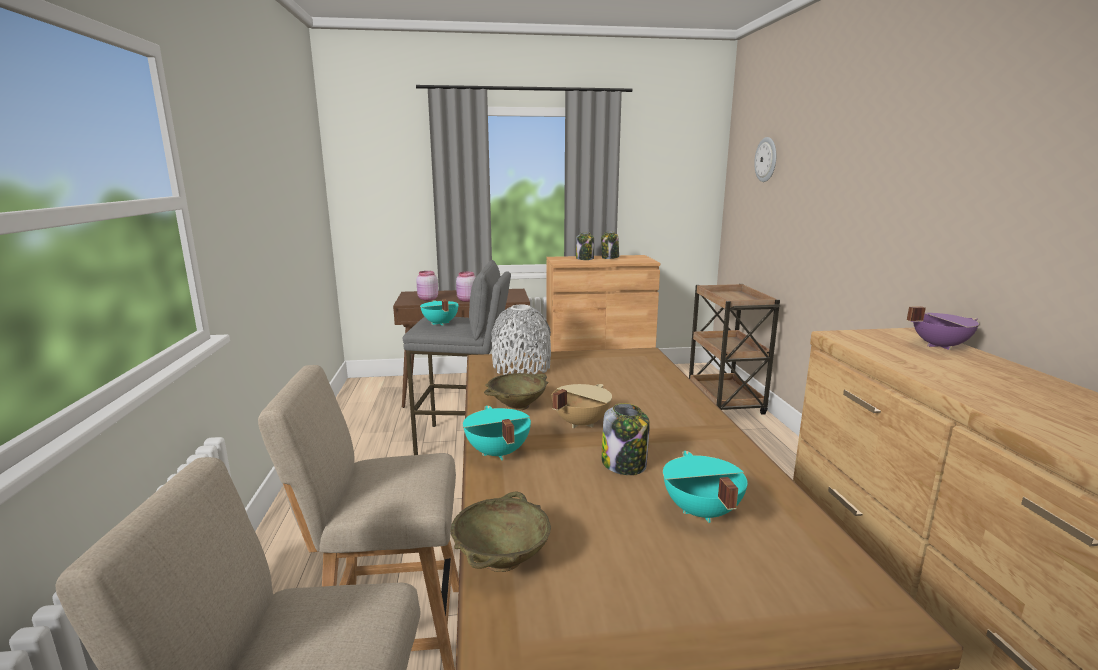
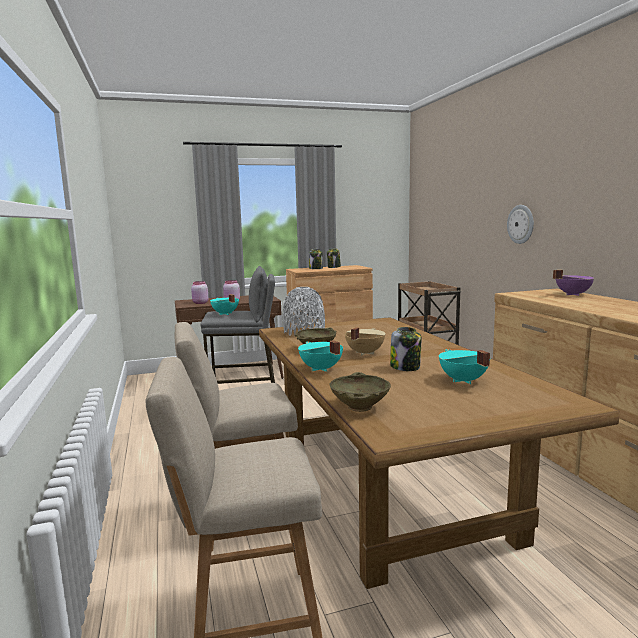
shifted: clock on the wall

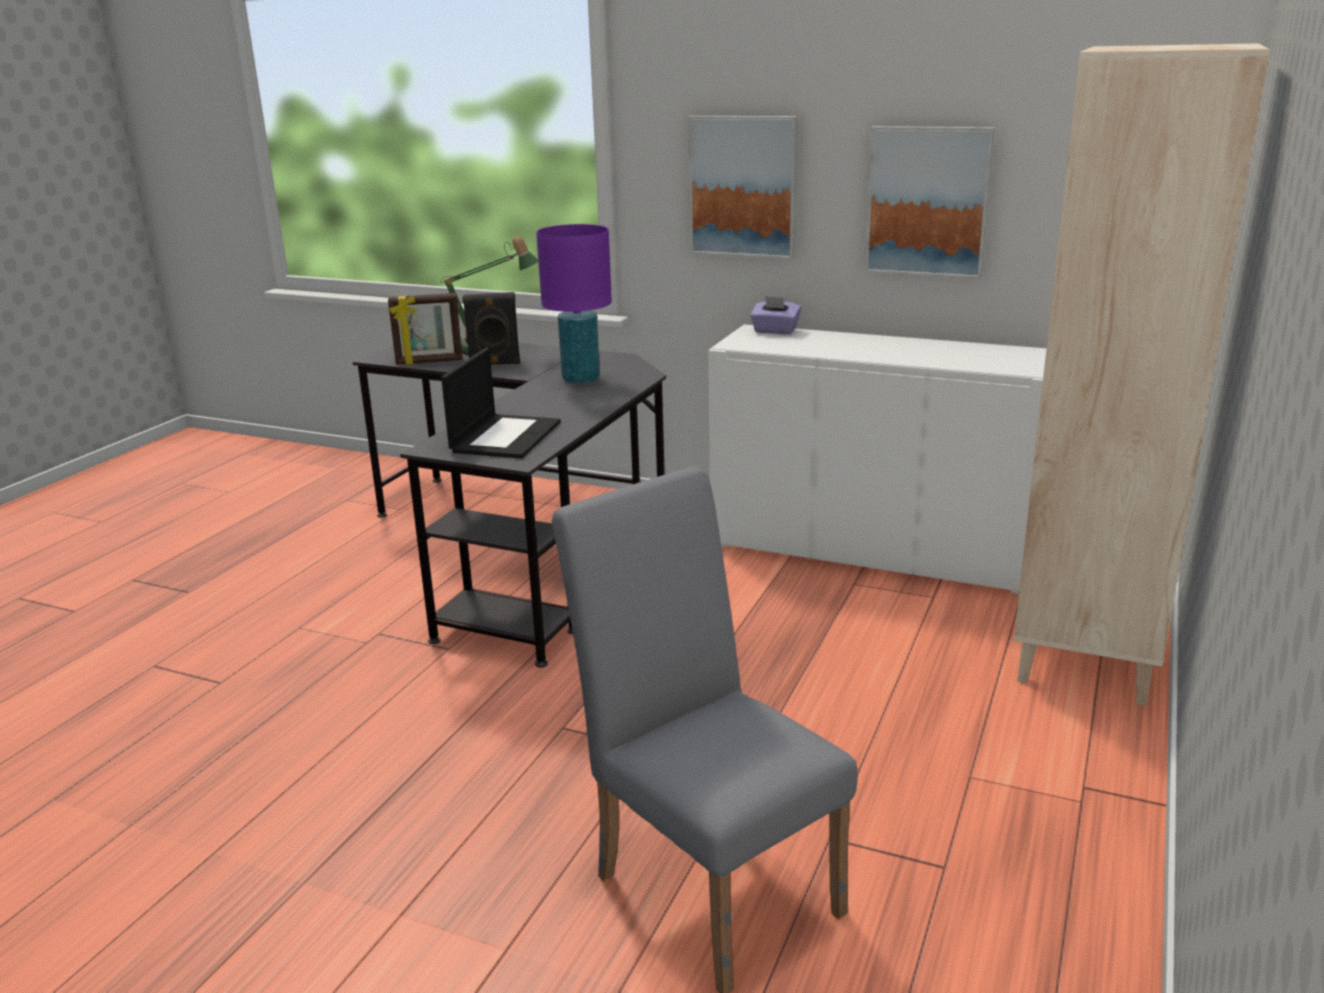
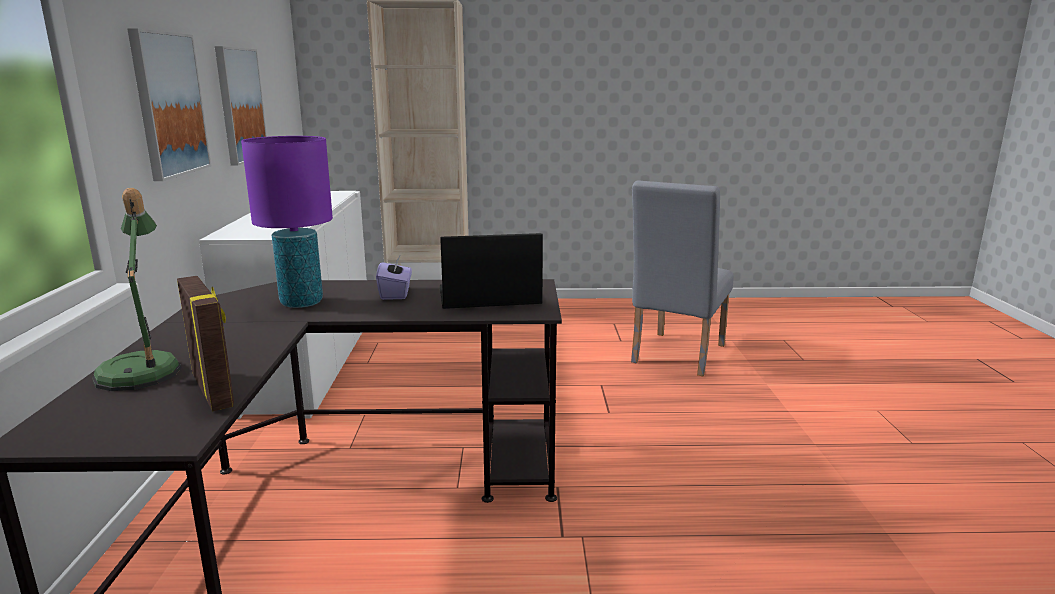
gone: audio speaker in black-coloured
shifted: tissue box in purple-coloured

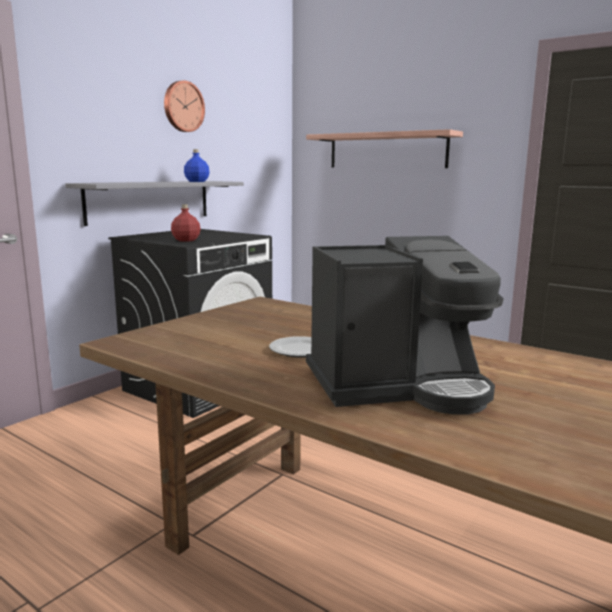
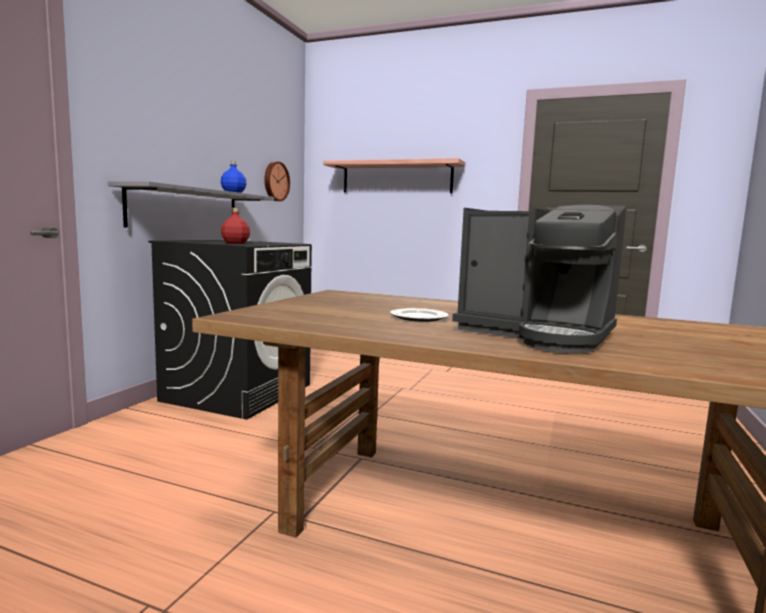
shifted: clock on the wall
rotated: coffee maker 60 degrees clockwise

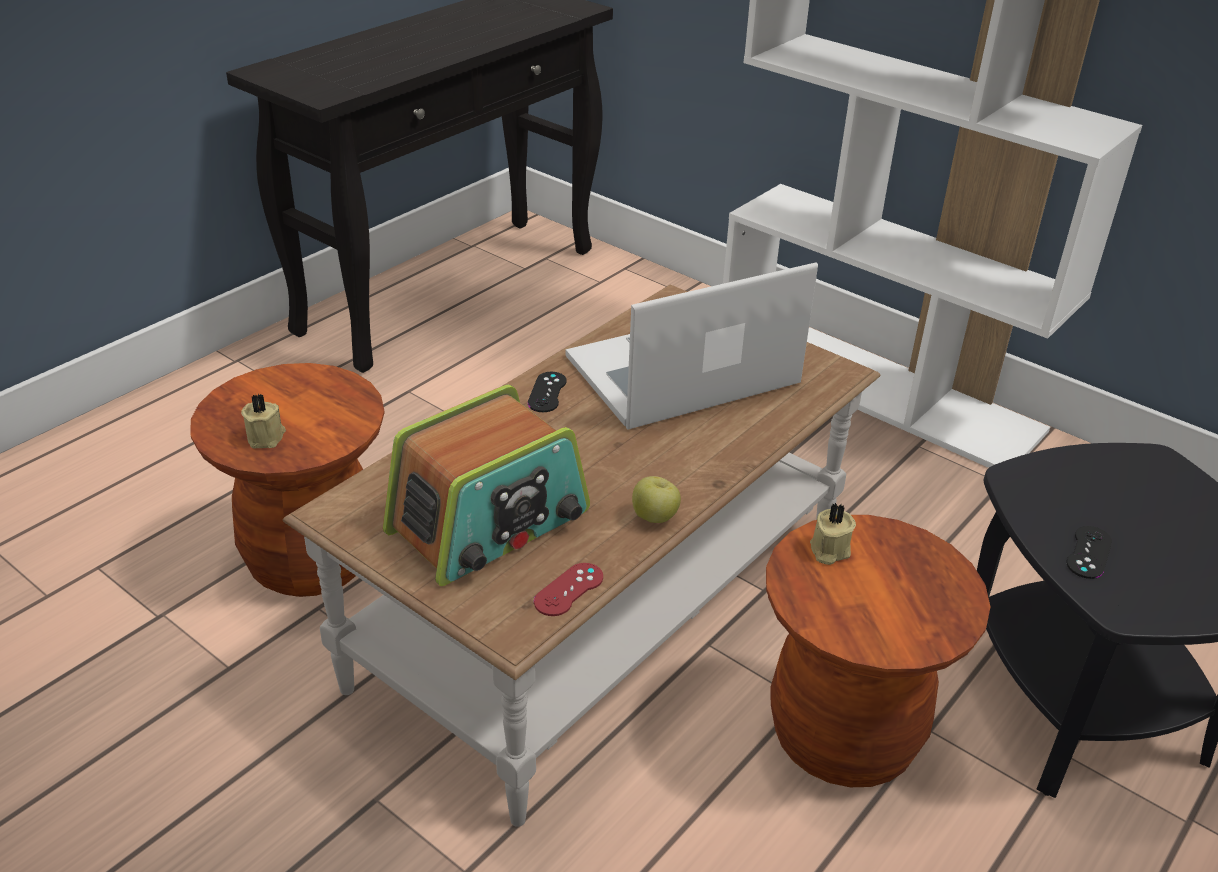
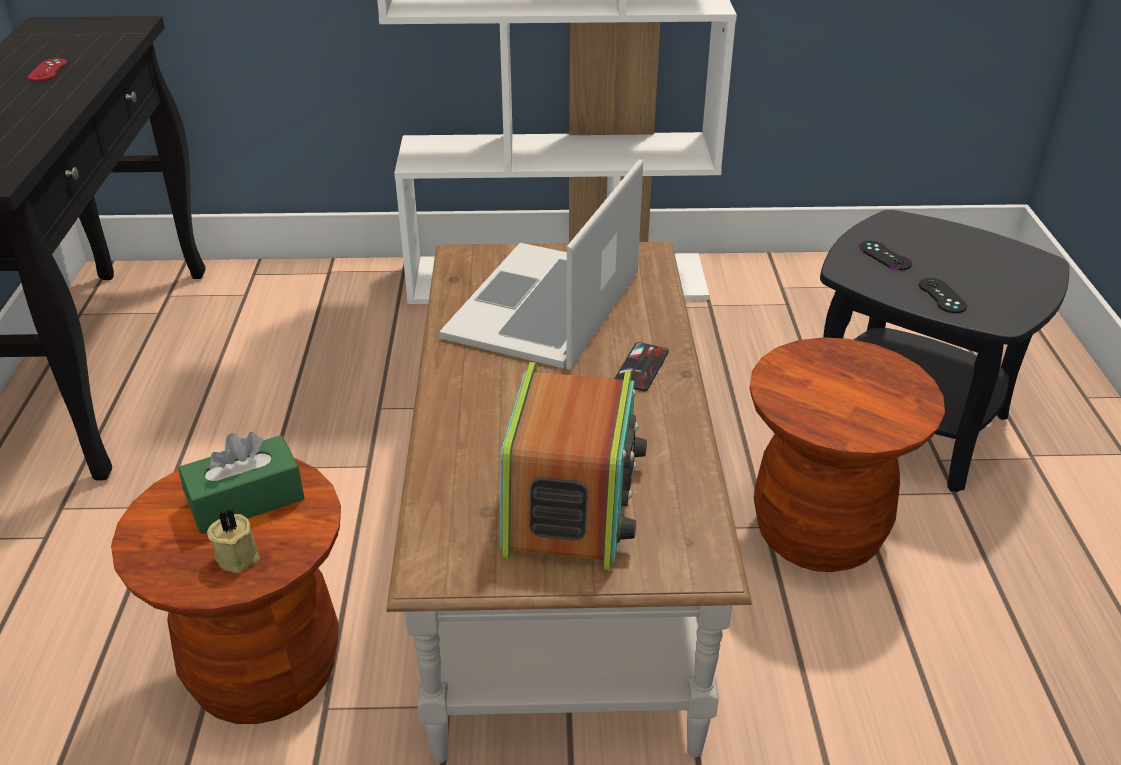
gone: apple fruit; wax light in sand-coloured (no. 2 from left)
new: tissue box in green; telephone
shifted: joypad in black-coloured (no. 1 from left); joypad in red-coloured

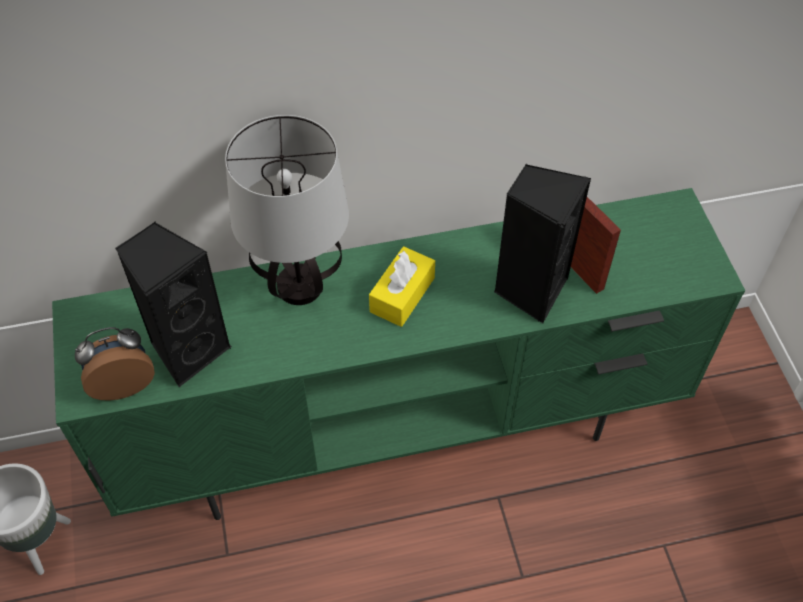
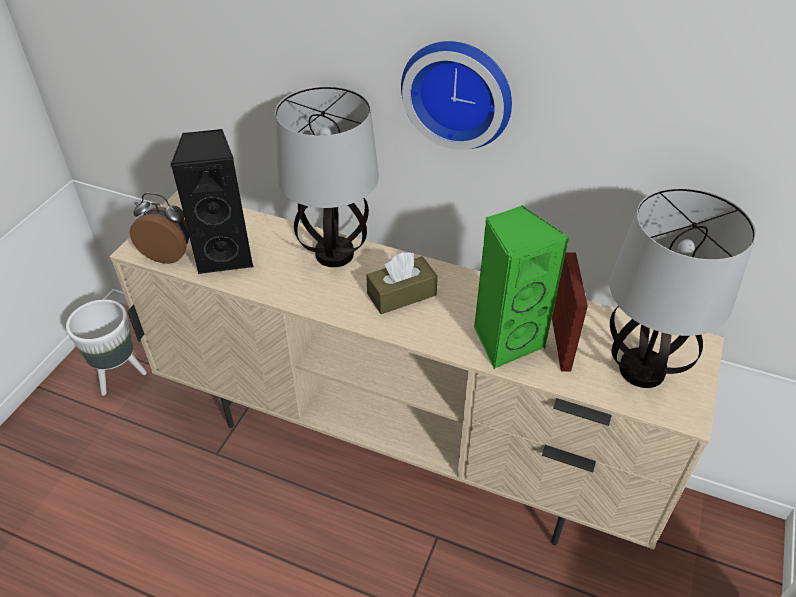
new: clock on the wall; tabletop lamp (no. 2 from left)
repainted: tv stand in green to tv stand in sand-coloured; tissue box in yellow-coloured to tissue box in brown; audio speaker in black-coloured (no. 2 from left) to audio speaker in green

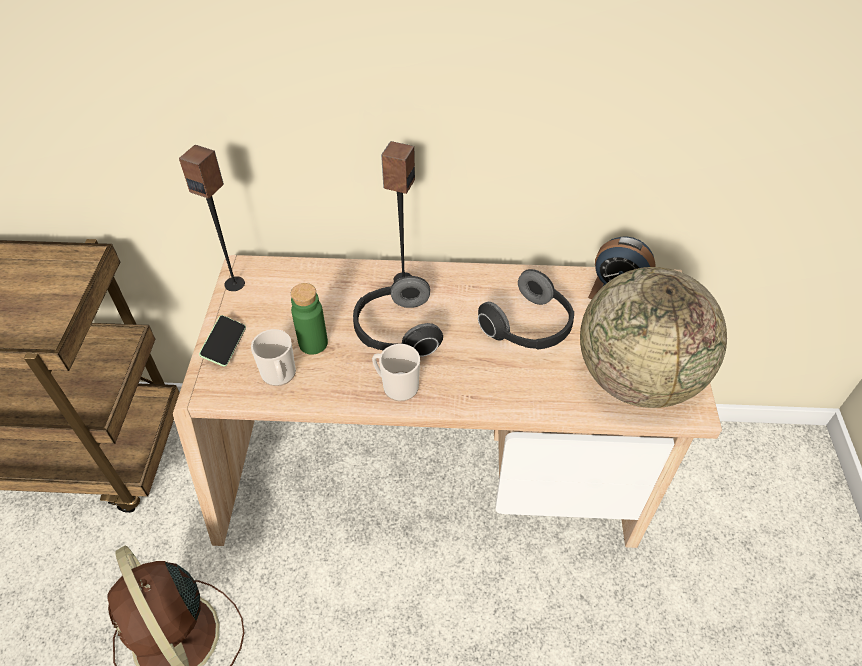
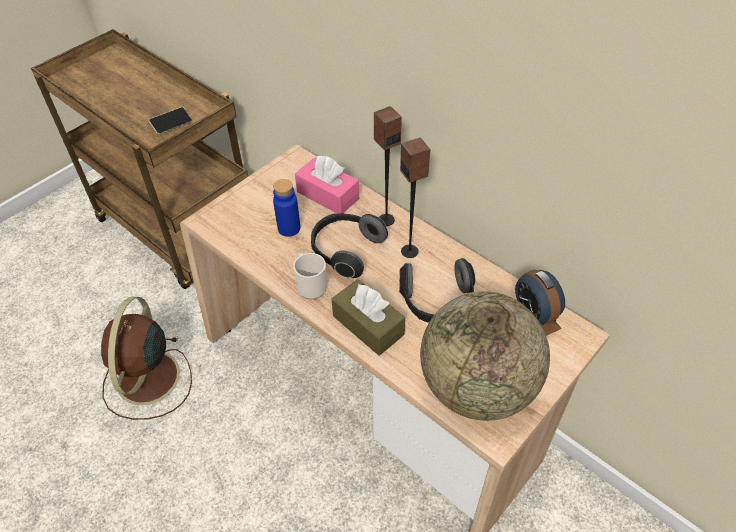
gone: tea mug (no. 1 from left)
new: tissue box in pink-coloured; tissue box in brown
shifted: audio speaker (no. 1 from left in the first image) to audio speaker (no. 2 from left); telephone
repainted: drink bottle in green to drink bottle in bluish

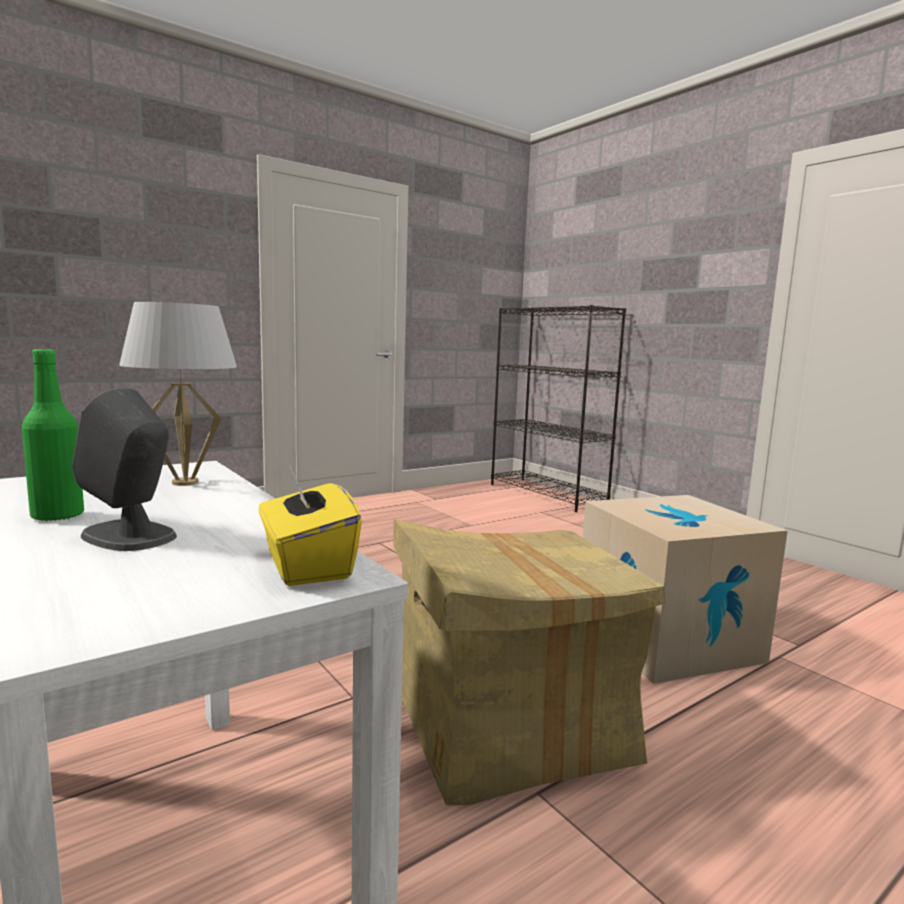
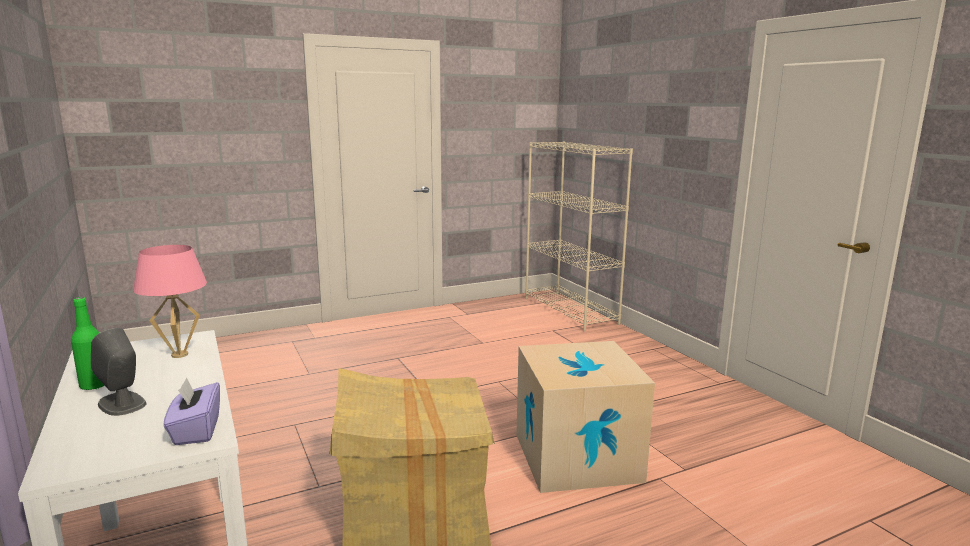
repainted: tabletop lamp in white-coloured to tabletop lamp in pink-coloured; tissue box in yellow-coloured to tissue box in purple-coloured; bookcase in black-coloured to bookcase in sand-coloured

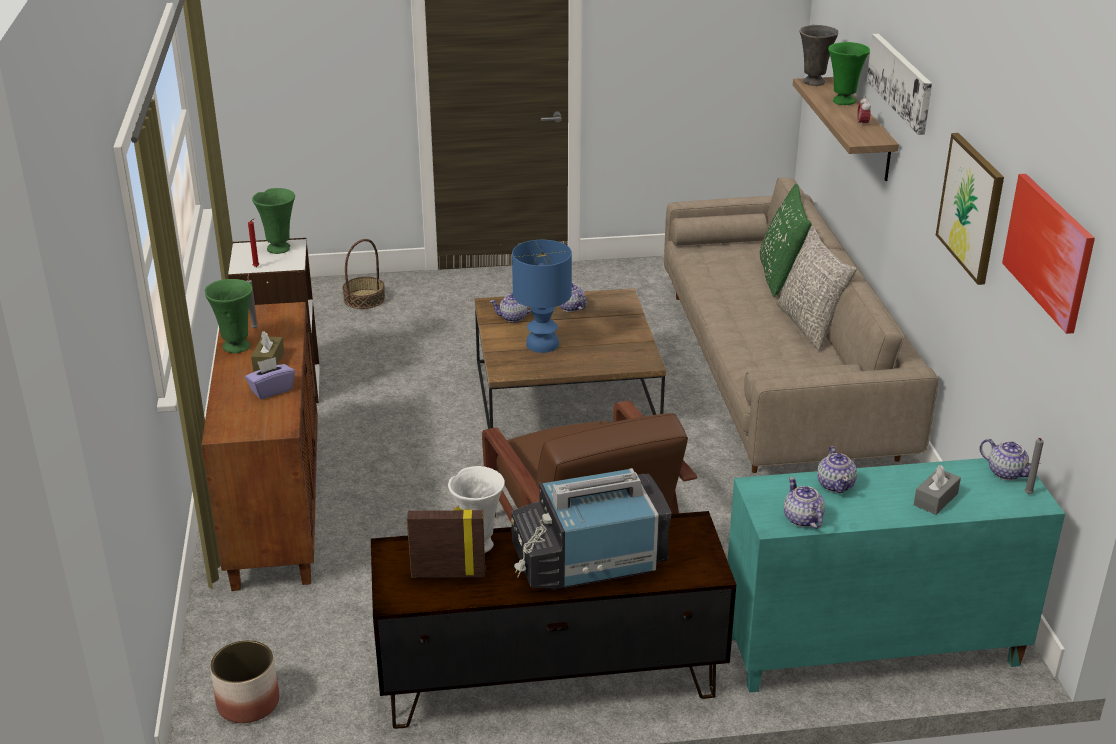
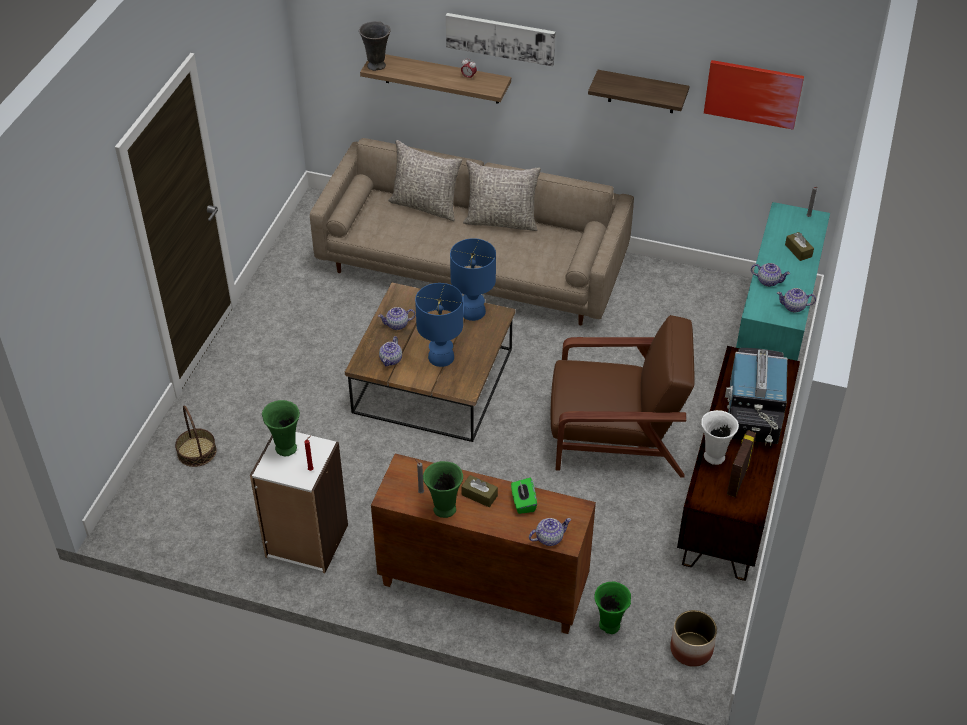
new: tabletop lamp in bluish (no. 2 from left)
shifted: decorative vase in green (no. 3 from left); tea pot (no. 5 from left in the first image) to tea pot (no. 3 from left)
swapped: wall art (no. 2 from left) to wall shelf (no. 2 from left)
repainted: tissue box in purple-coloured to tissue box in green; pillow in green to pillow in grey (no. 1 from left); tissue box in grey to tissue box in brown (no. 2 from left)

